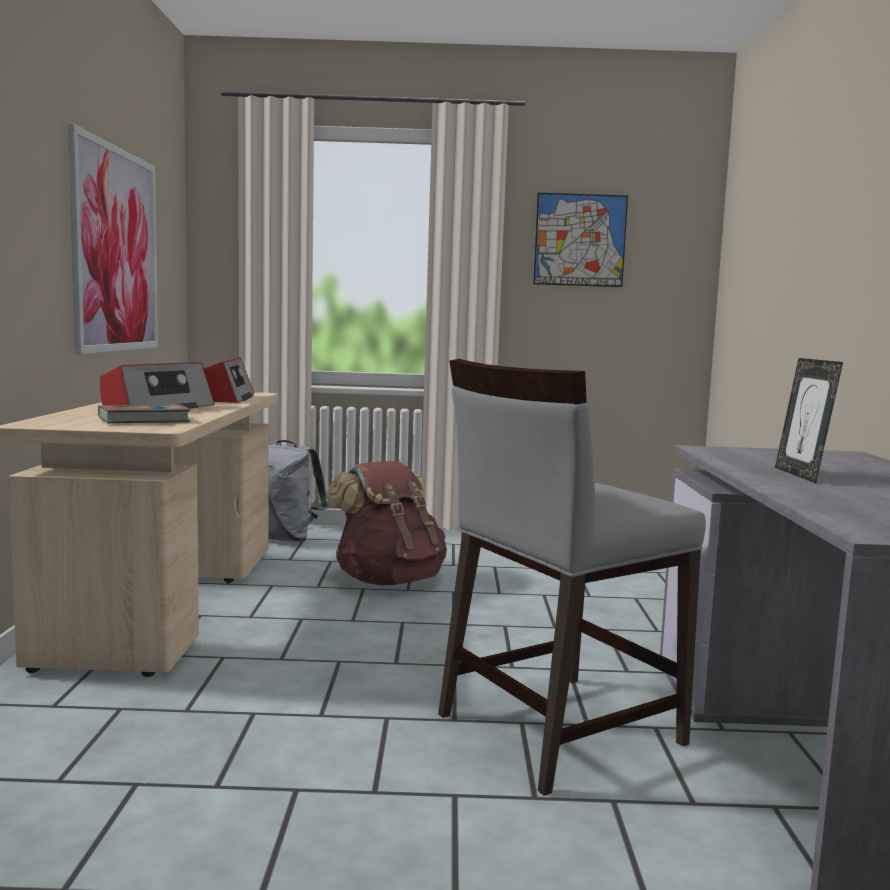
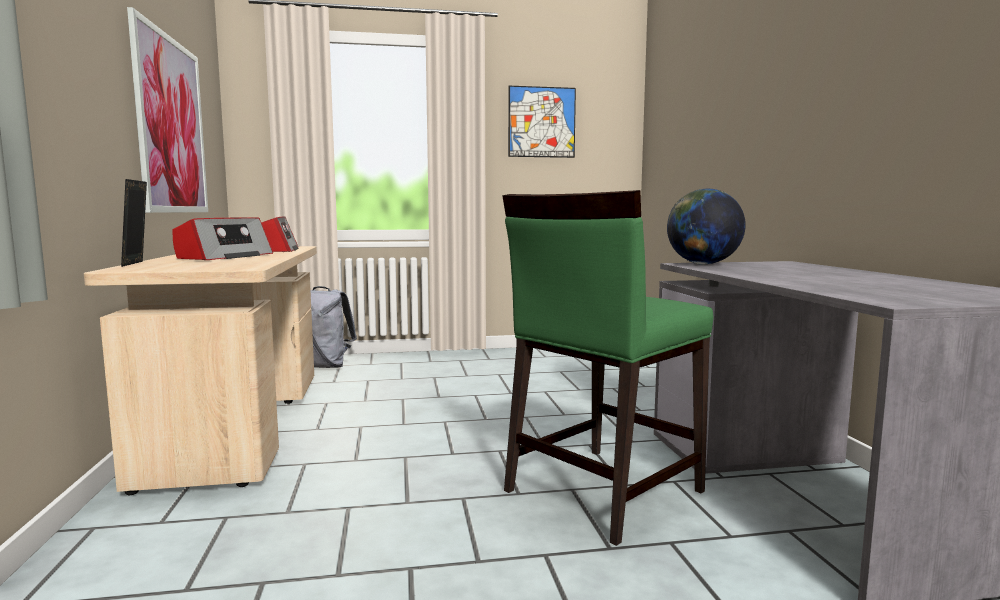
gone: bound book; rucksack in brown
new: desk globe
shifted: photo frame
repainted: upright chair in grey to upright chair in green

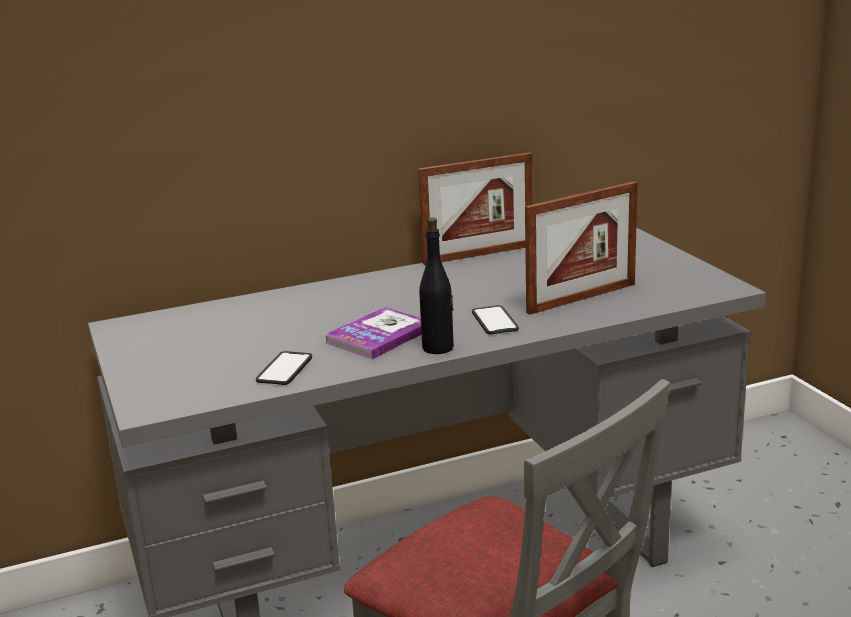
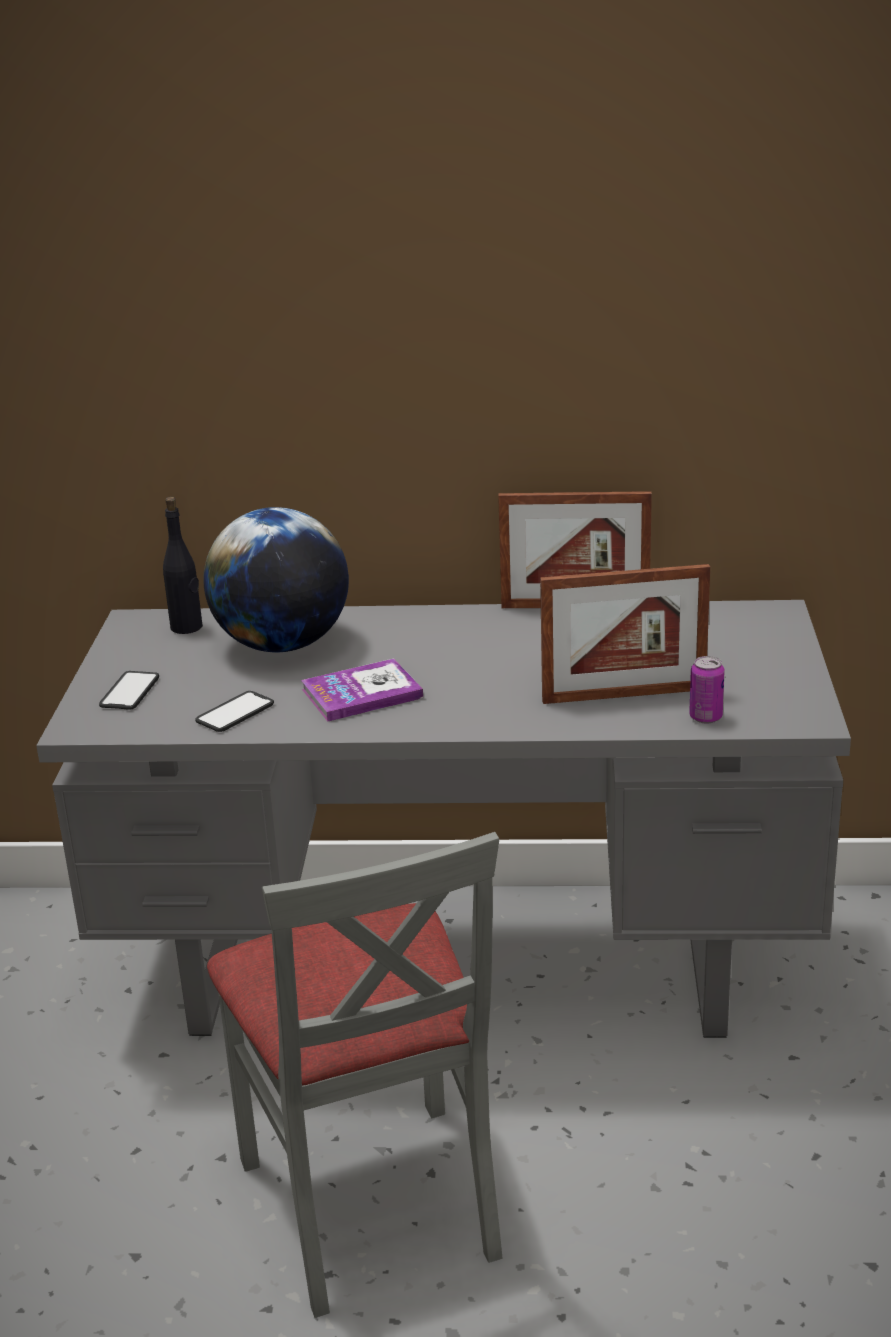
new: desk globe; can
shifted: drink bottle in black-coloured; telephone (no. 2 from left in the first image) to telephone (no. 1 from left)

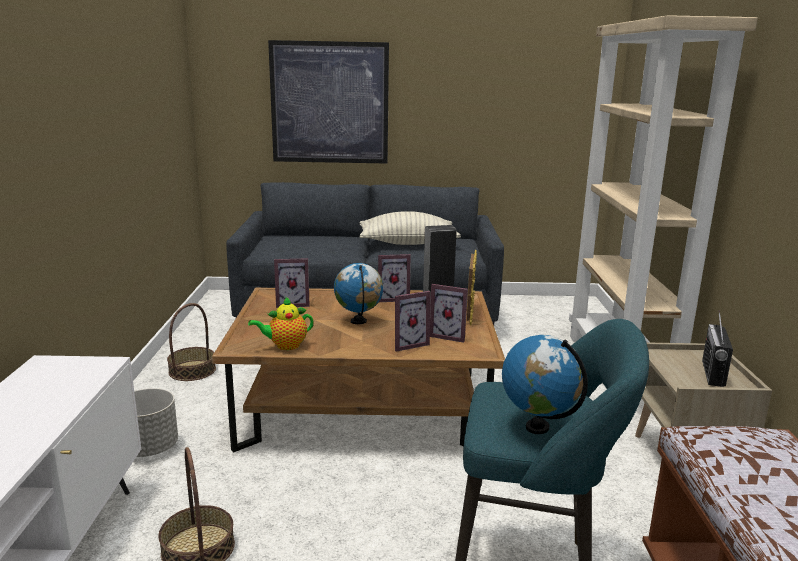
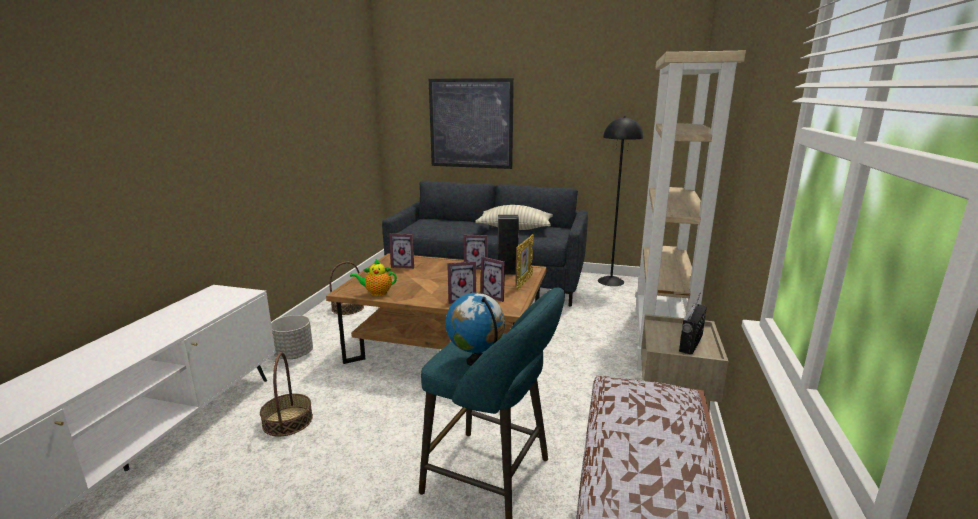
gone: desk globe (no. 1 from left)
new: standing lamp in black-coloured

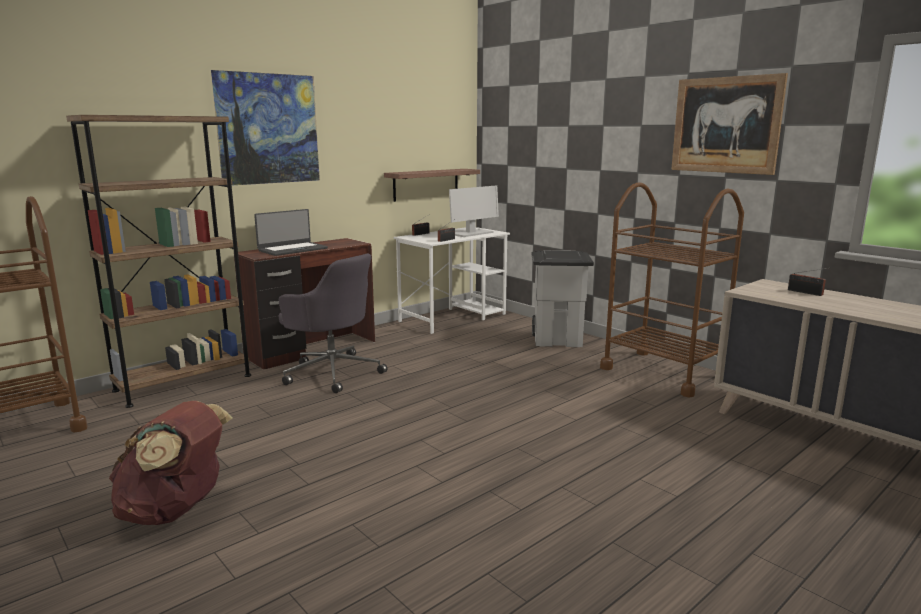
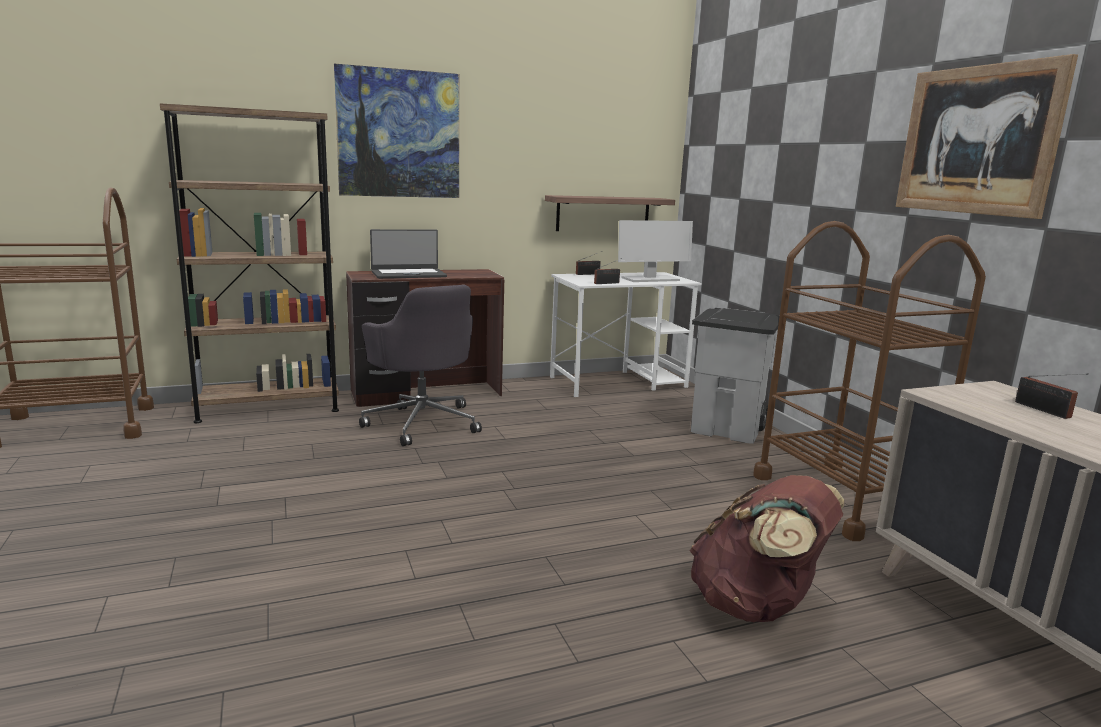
shifted: rucksack in brown

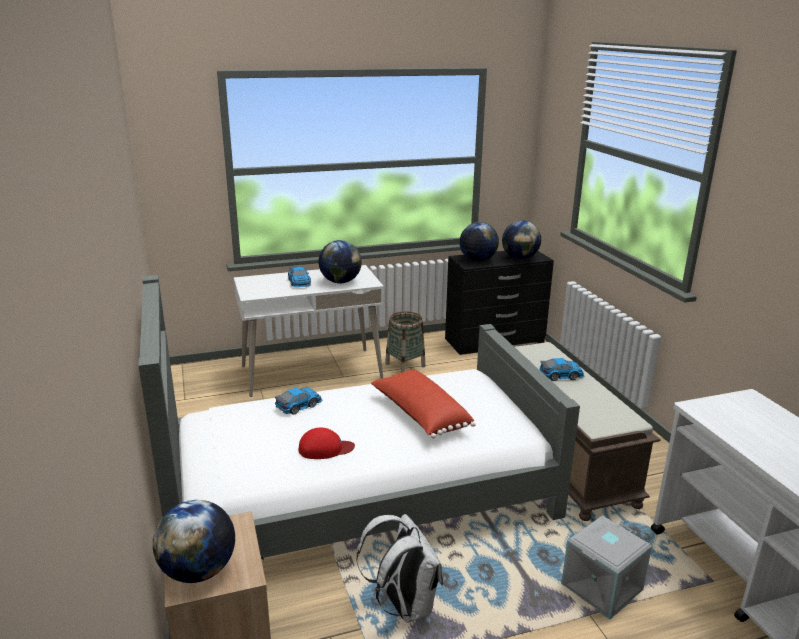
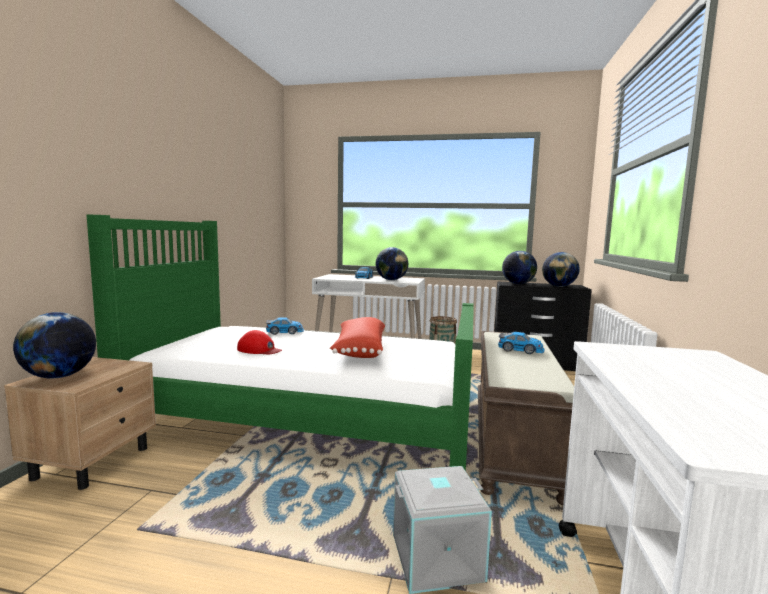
gone: rucksack in white-coloured
repainted: bedroom bed in grey to bedroom bed in green

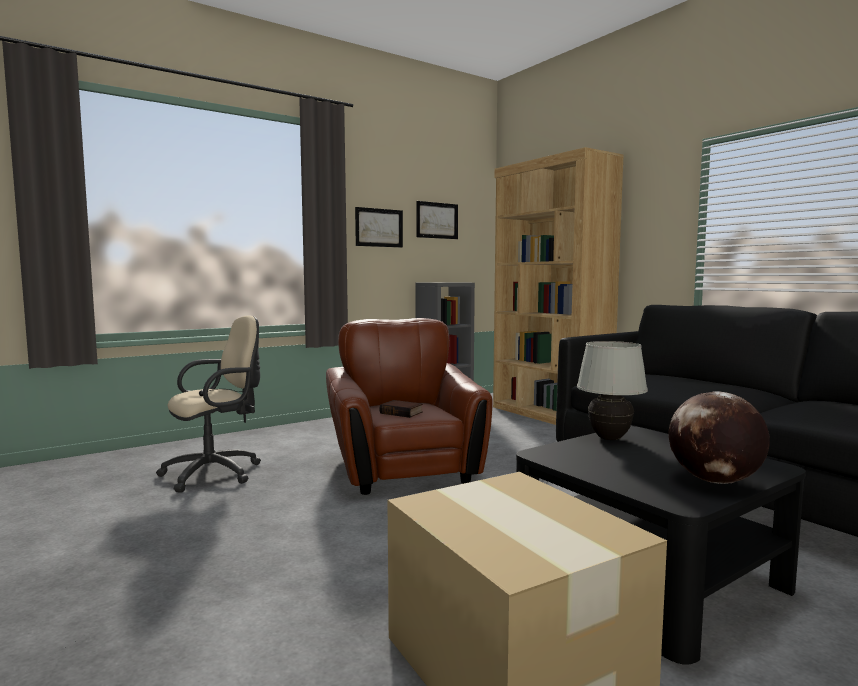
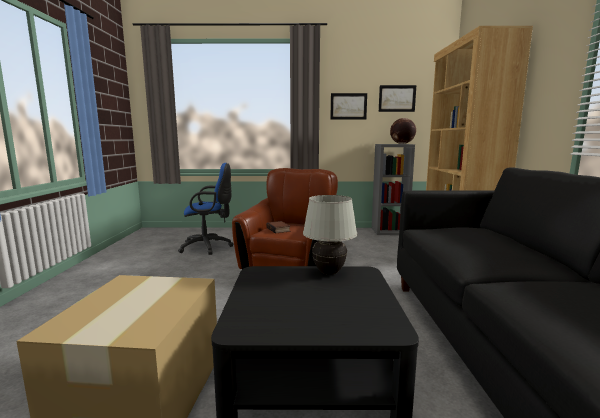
shifted: desk globe
repainted: office chair in sand-coloured to office chair in bluish

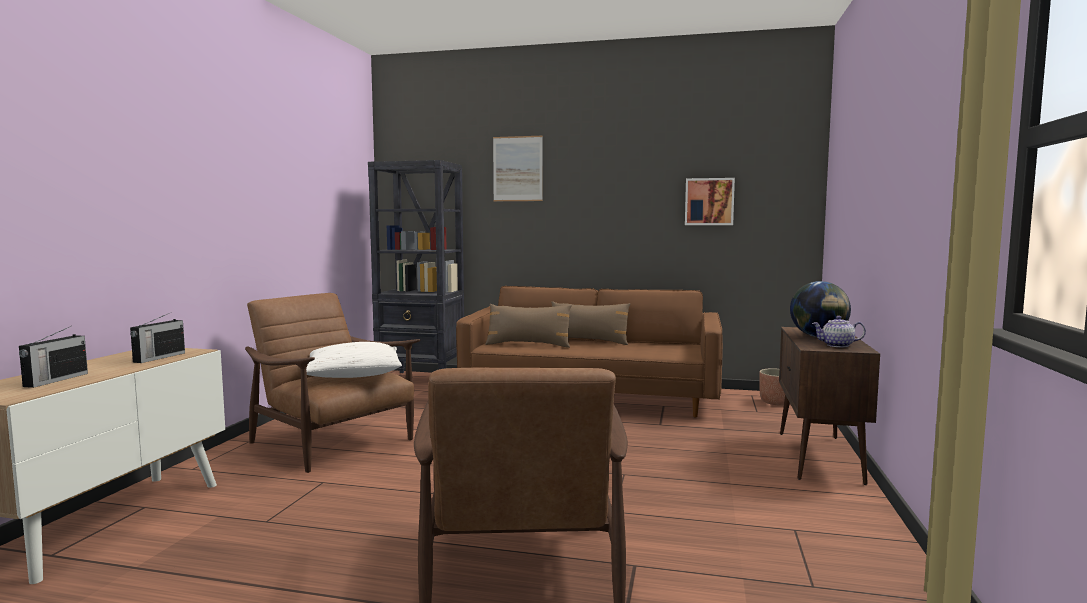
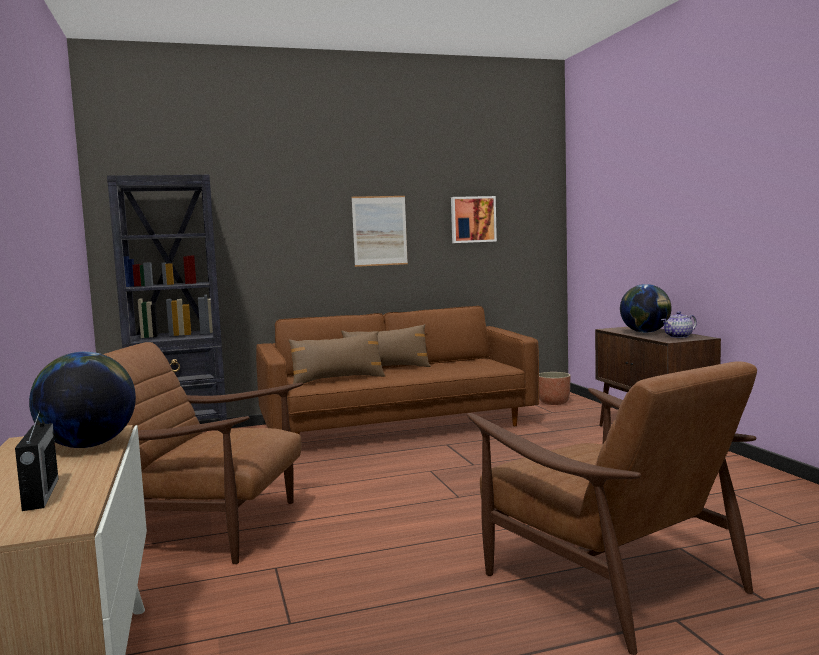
gone: pillow in white-coloured
shifted: wall art (no. 1 from left)
swapped: radio set (no. 2 from left) to desk globe (no. 1 from left)

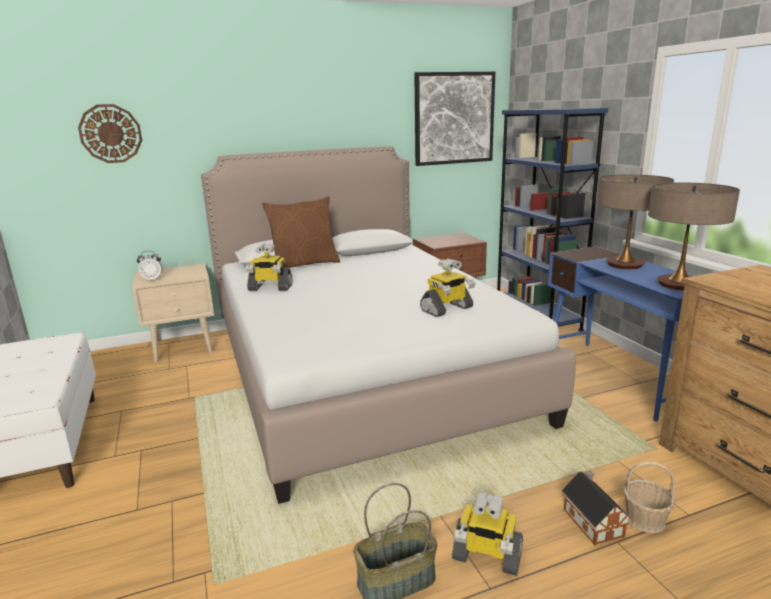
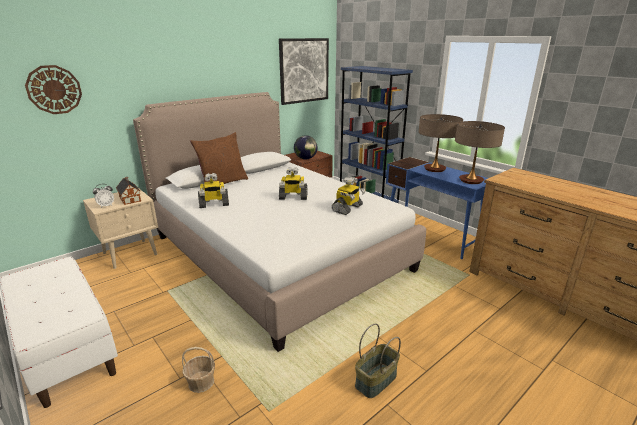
new: desk globe
shifted: model robot (no. 3 from left in the first image) to model robot (no. 2 from left); miniature house; basket (no. 2 from left in the first image) to basket (no. 1 from left)

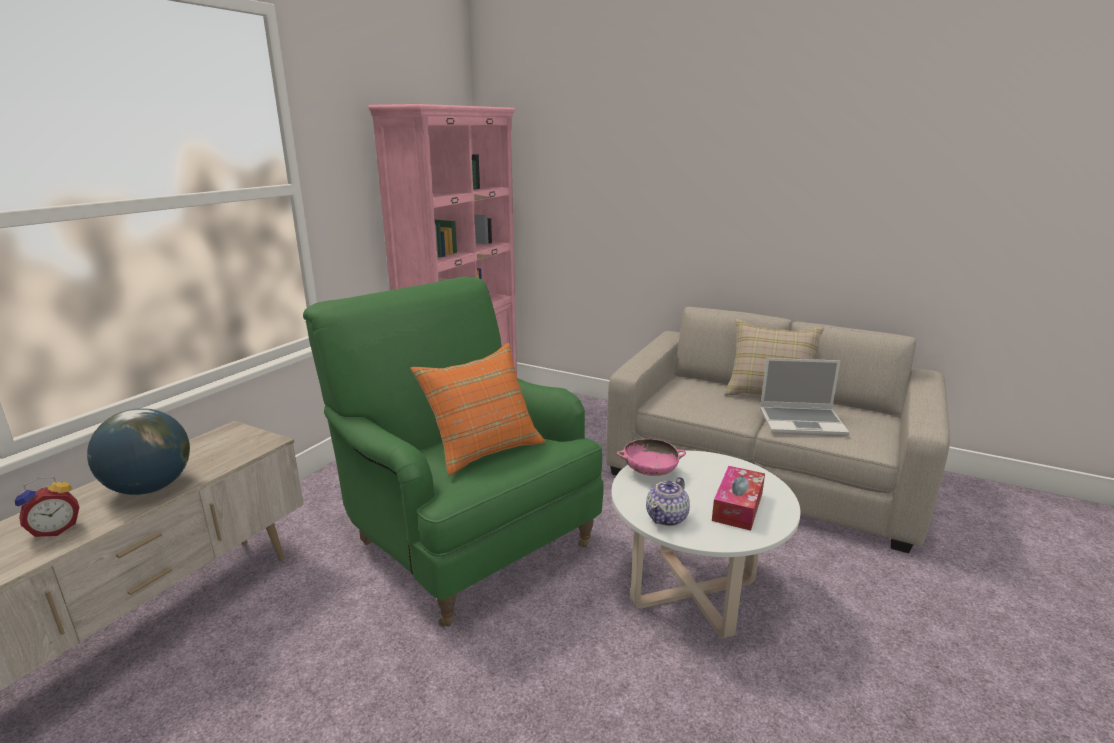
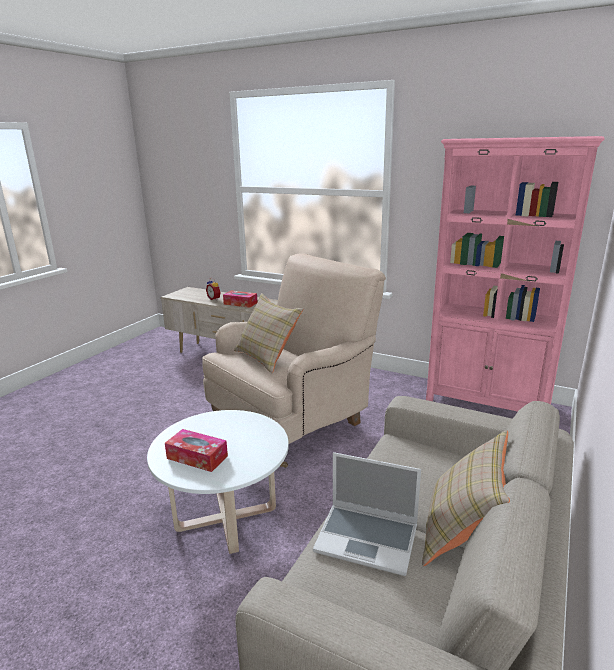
gone: deep dish in pink-coloured; tea pot
swapped: desk globe to tissue box (no. 2 from left)
repainted: armchair in green to armchair in sand-coloured; pillow in orange-coloured to pillow in sand-coloured (no. 1 from left)
rotated: notebook computer 75 degrees counterclockwise

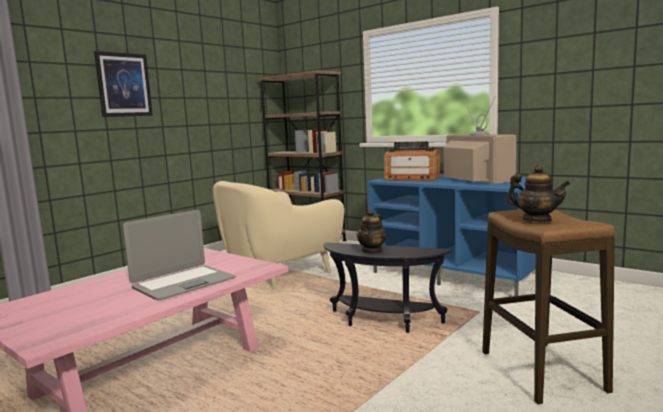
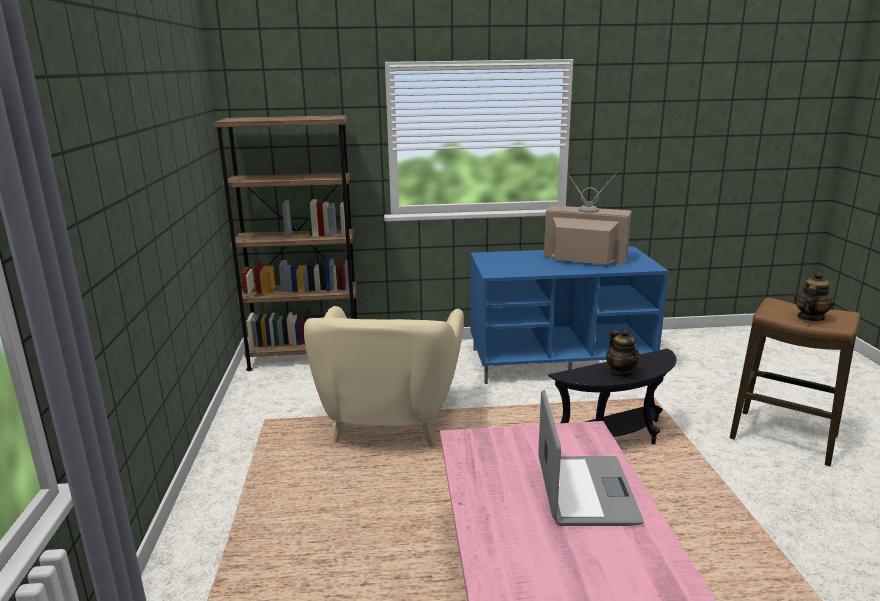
gone: wall art; radio set
rotated: tea pot (no. 2 from left) 45 degrees counterclockwise

